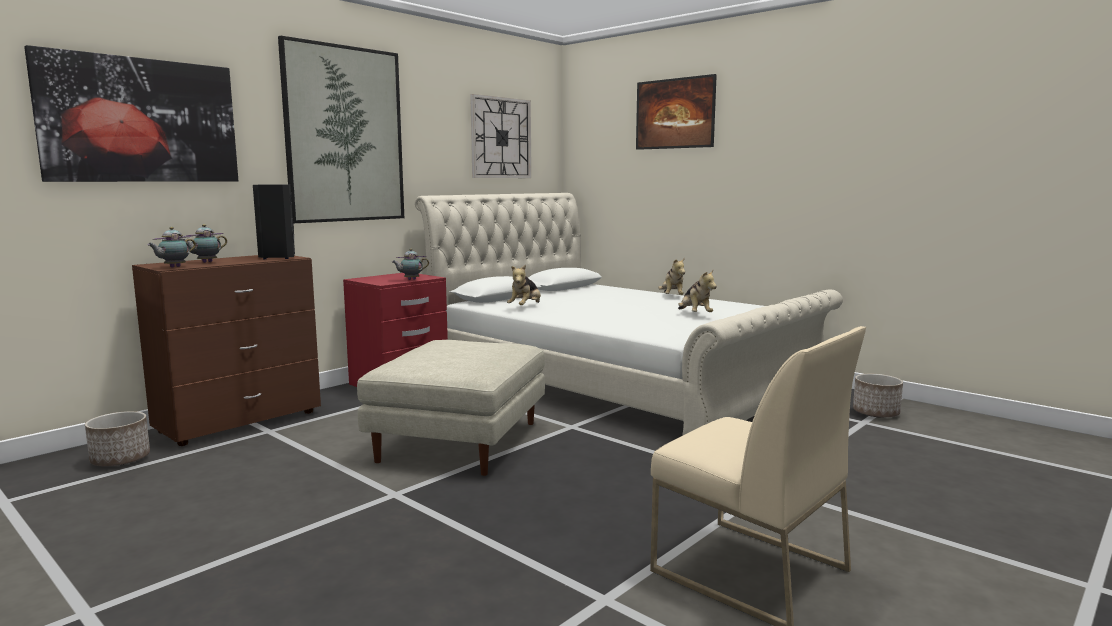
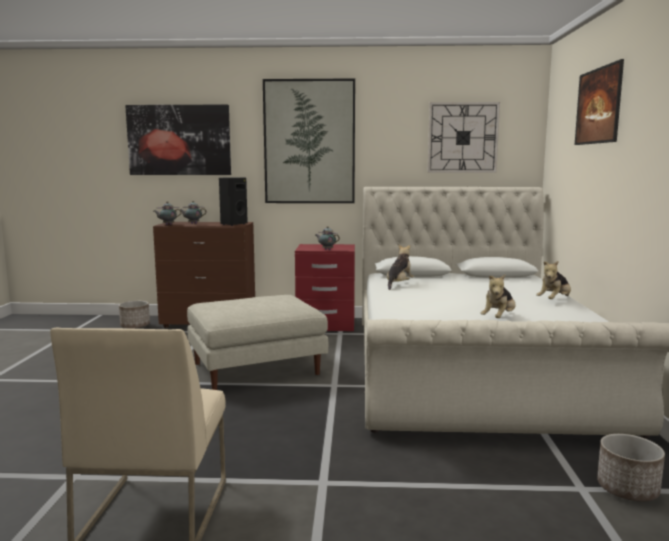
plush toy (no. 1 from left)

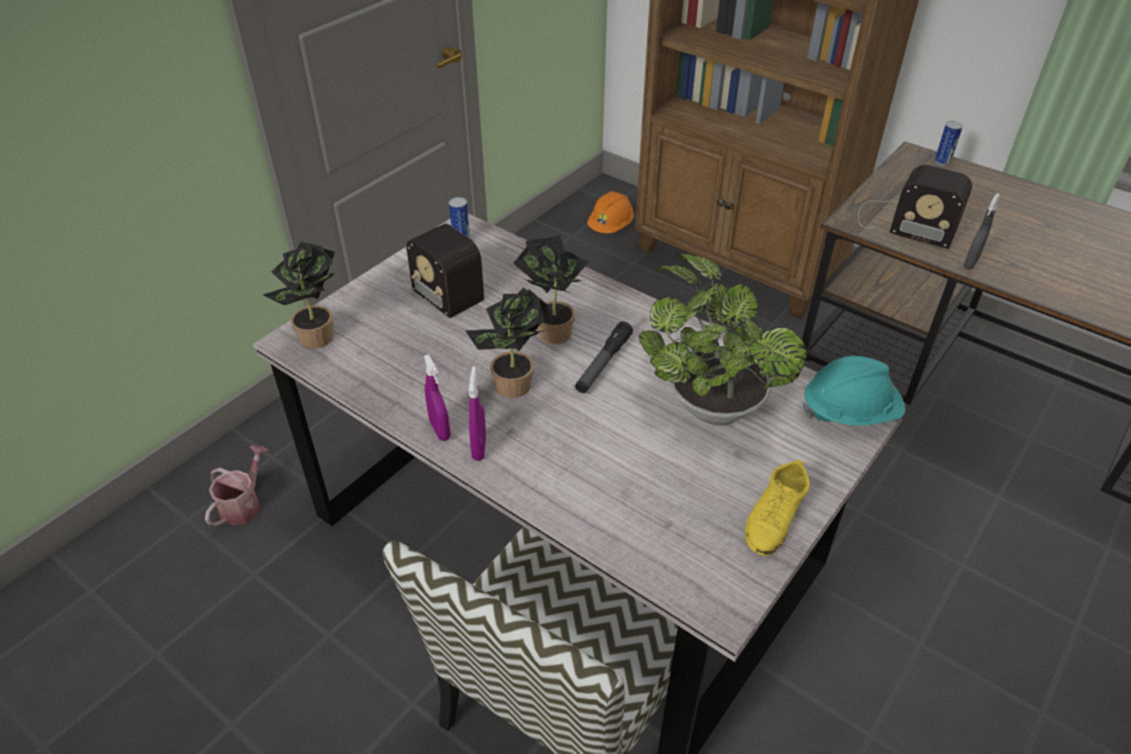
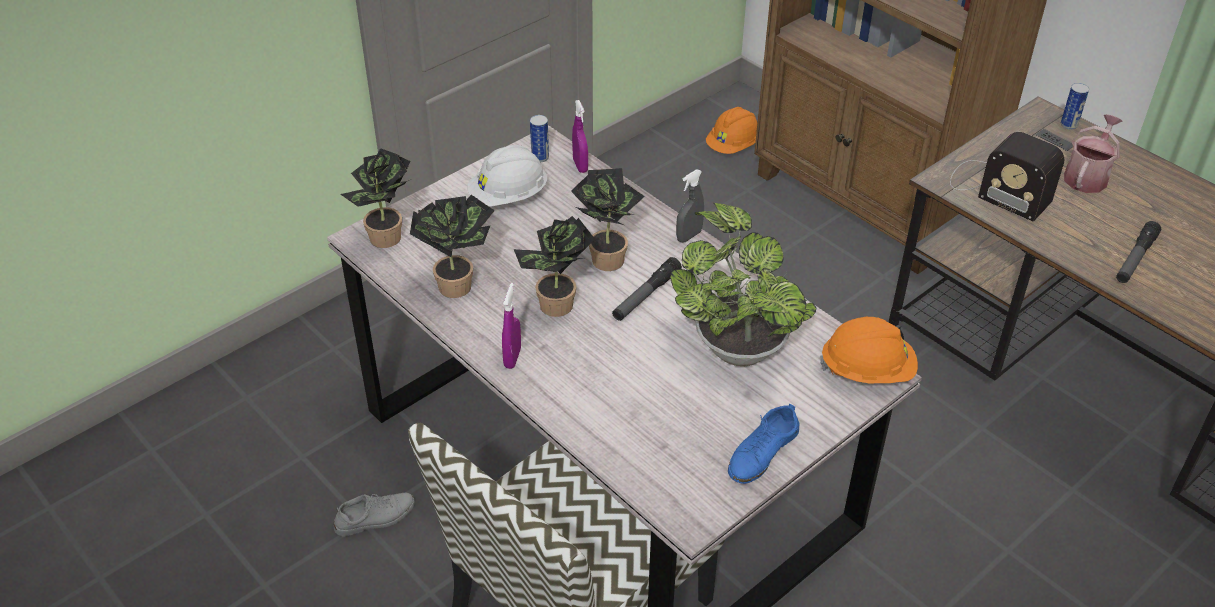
shoe (grey)
potted plant (no. 2 from left)
hard hat (white)
spray bottle (purple) (no. 2 from left)
spray bottle (grey)
shoe (blue)
hard hat (orange) (no. 2 from left)
watering can
flashlight (no. 2 from left)

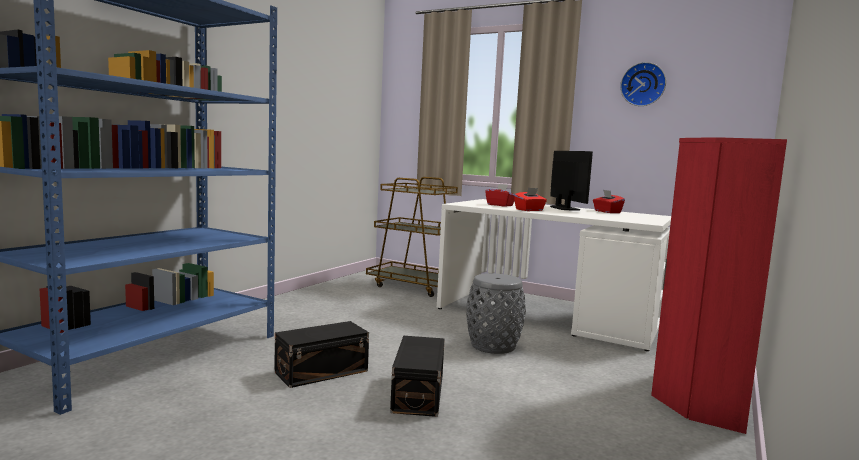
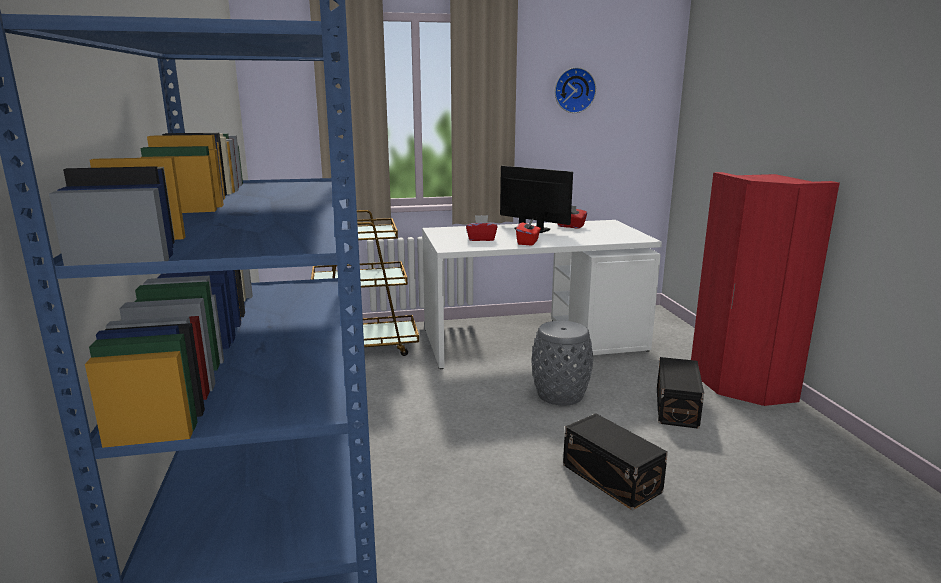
storage box (black) (no. 2 from left)

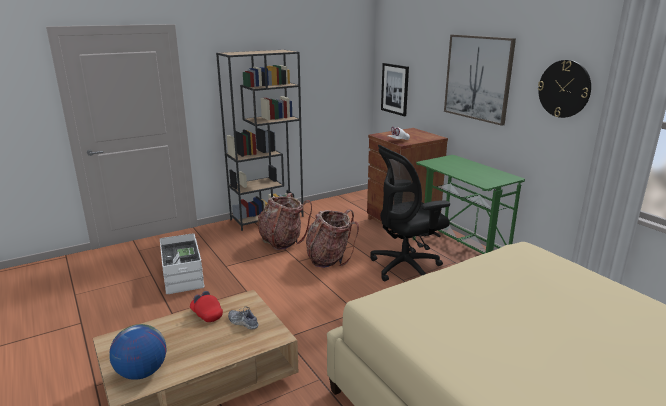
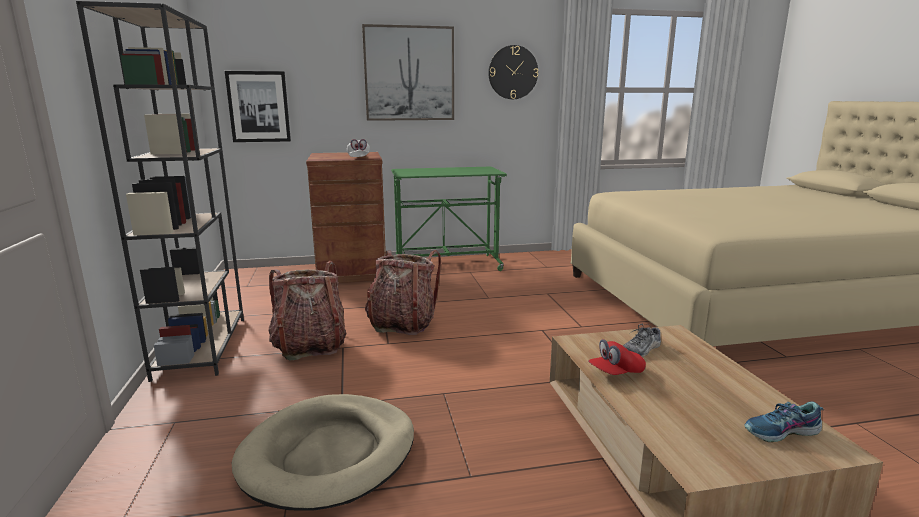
dog bed (beige)
shoe (no. 2 from left)
office chair (black)

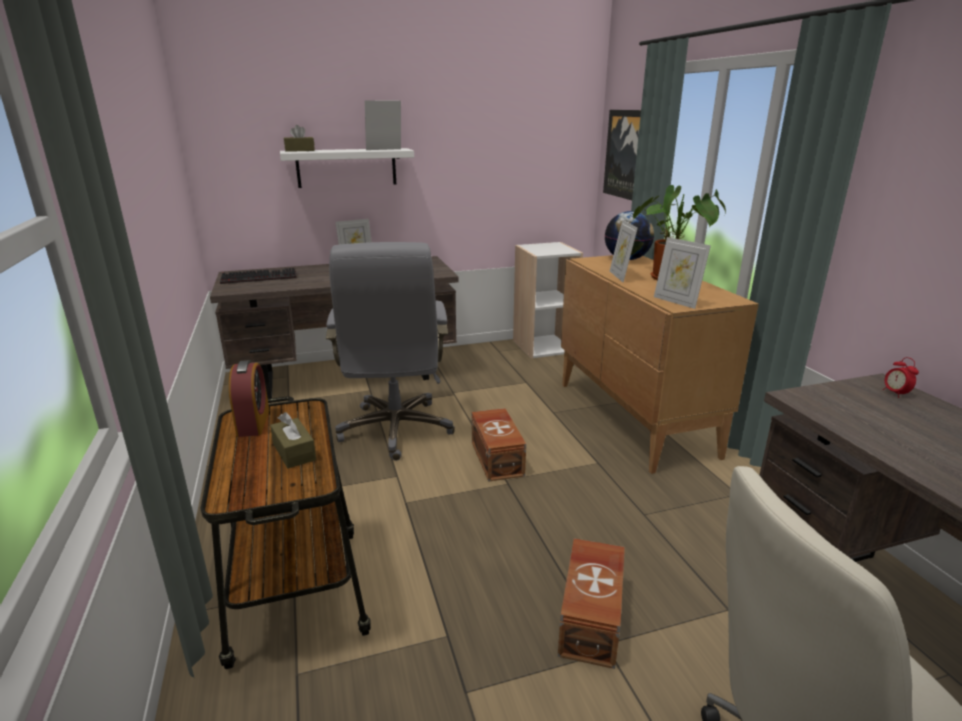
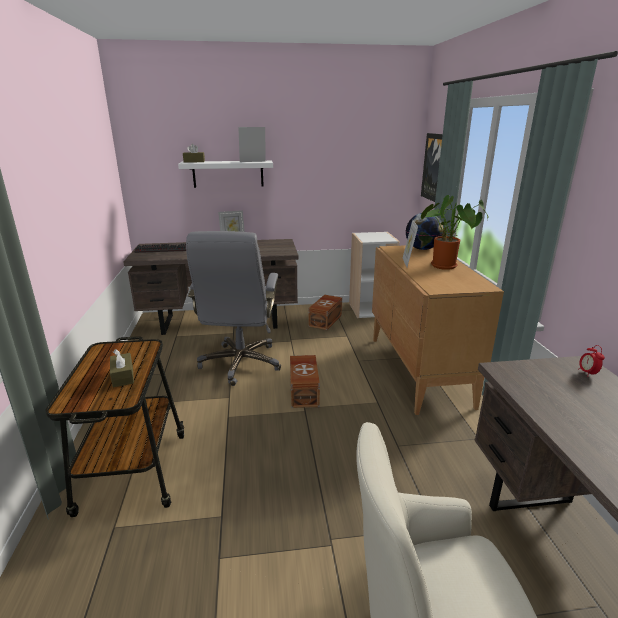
storage box (brown) (no. 2 from left)
alarm clock (no. 1 from left in the first image)
picture frame (no. 4 from left in the first image)

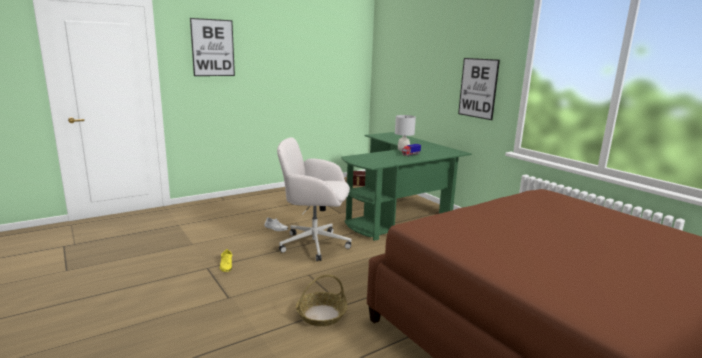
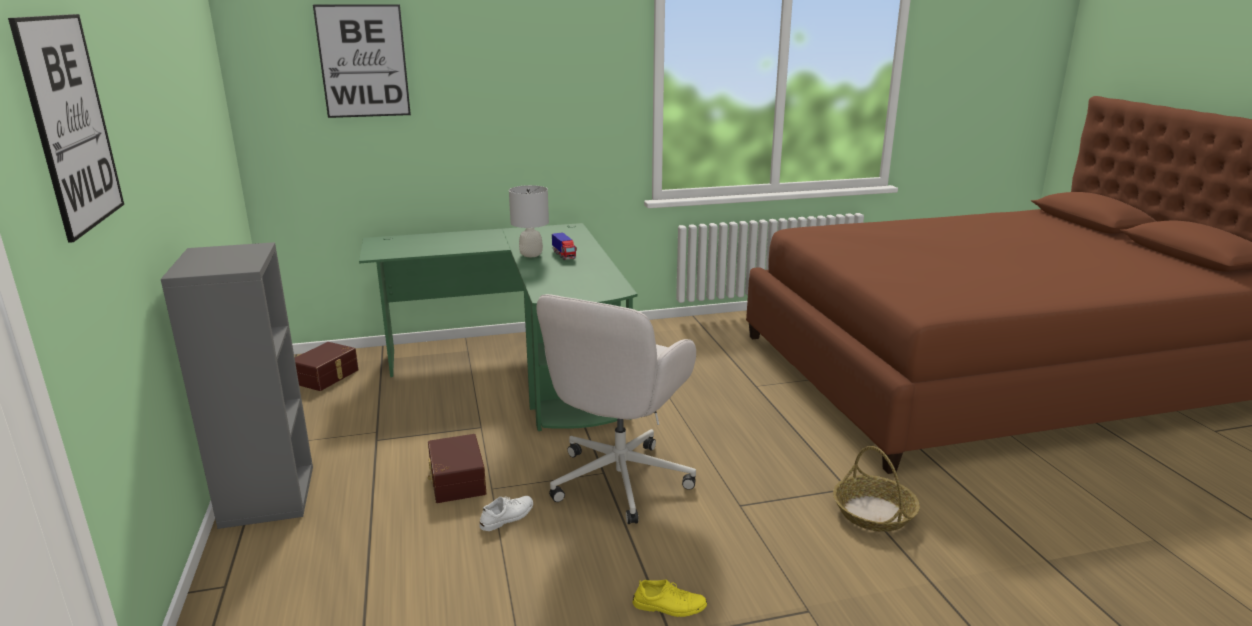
bookcase (grey)
picture (no. 2 from left)
storage box (brown) (no. 2 from left)

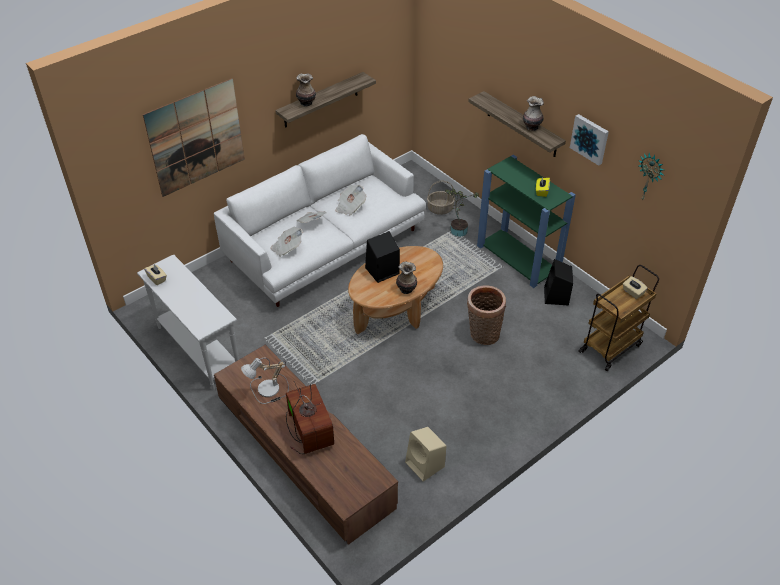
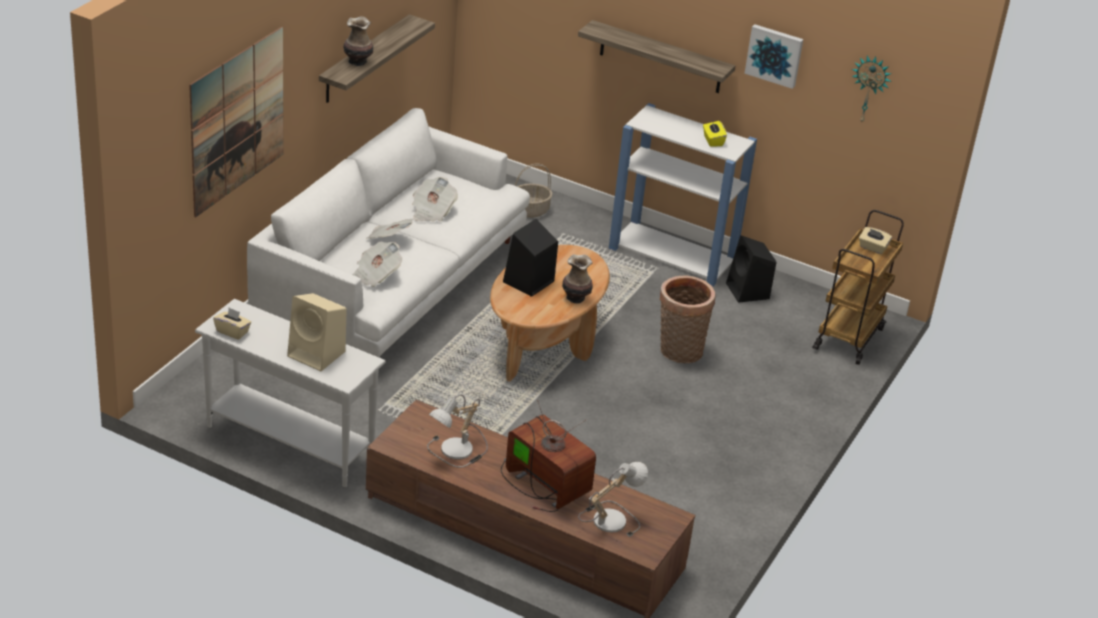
speaker (beige)
table lamp (no. 2 from left)
bookcase (white)
potted plant
vase (no. 3 from left in the first image)

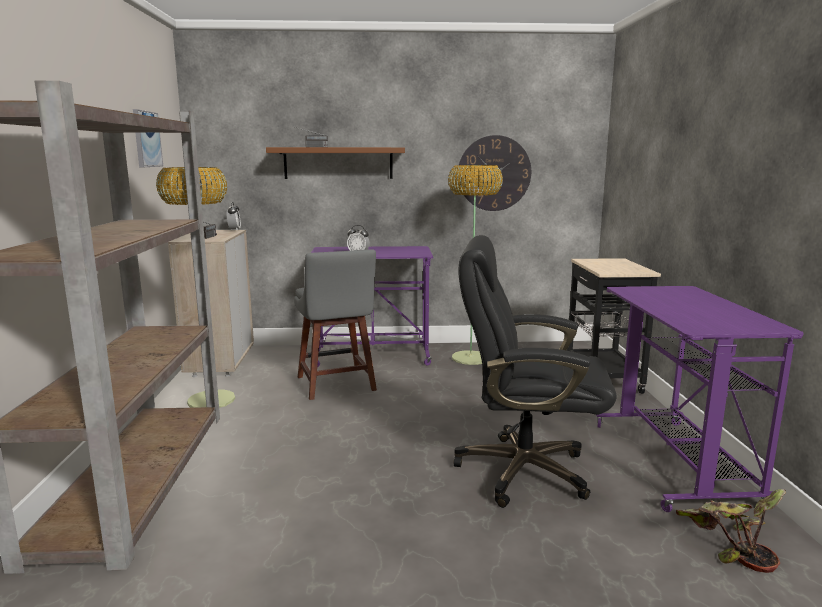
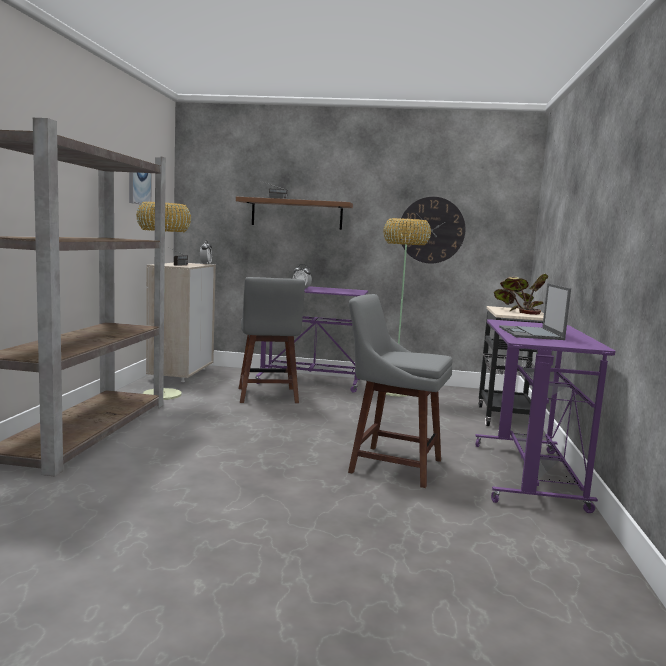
stool (grey) (no. 2 from left)
potted plant
laptop

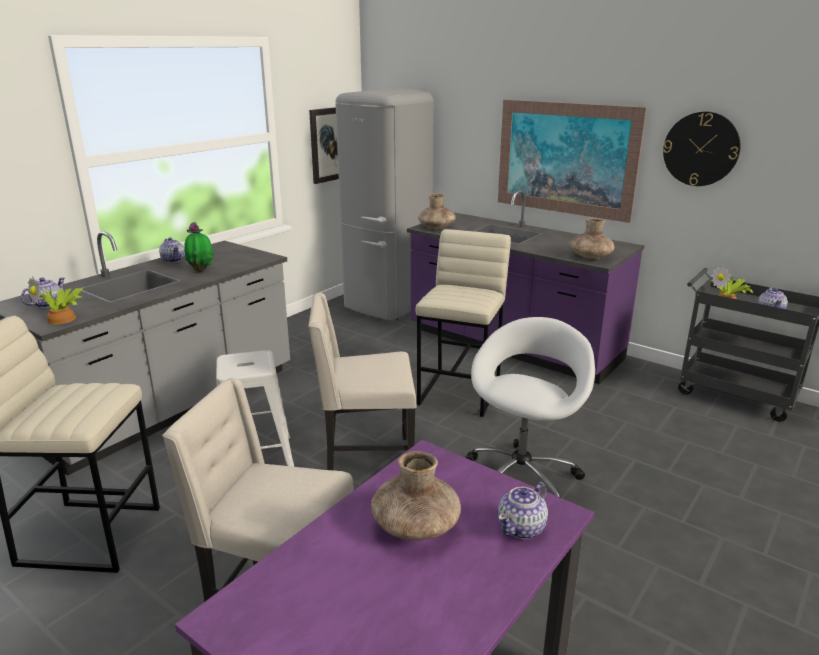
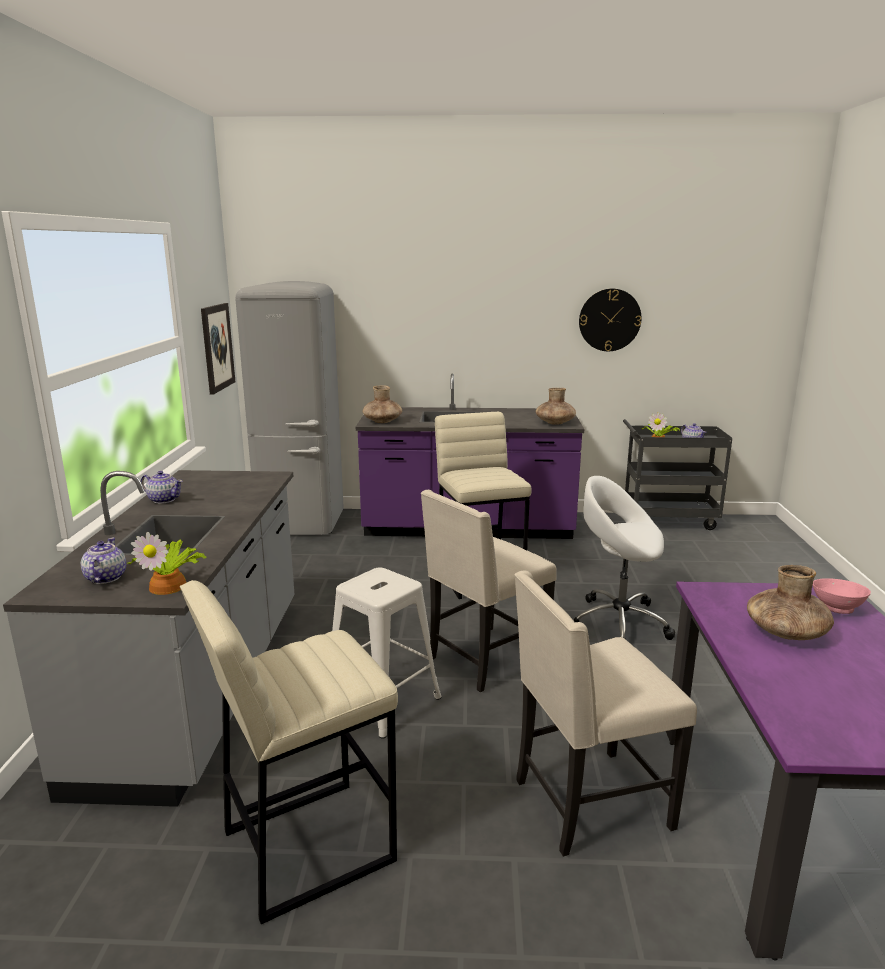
office chair (white)
bowl (pink)
potted plant (no. 2 from left in the first image)
picture (no. 2 from left in the first image)

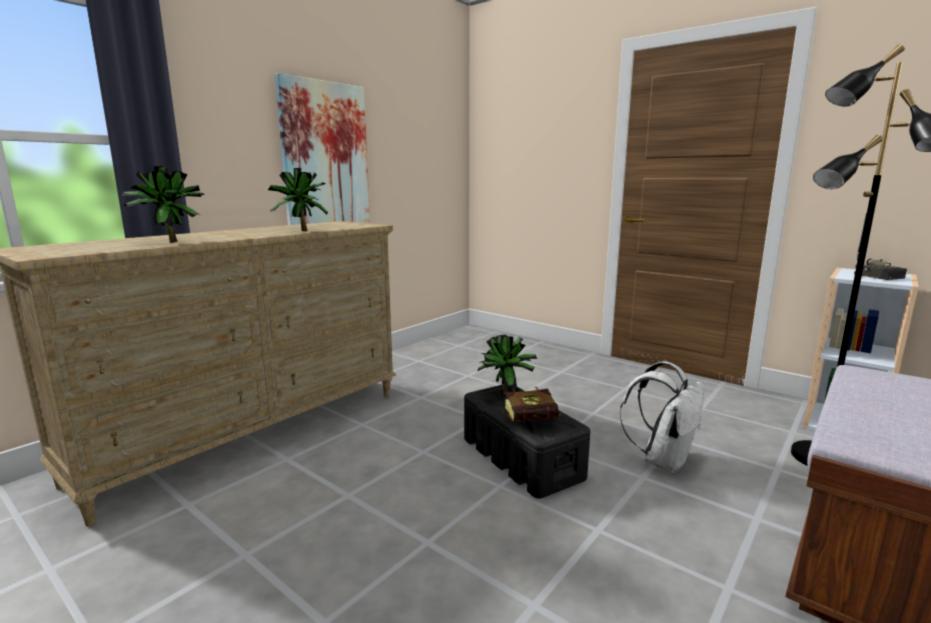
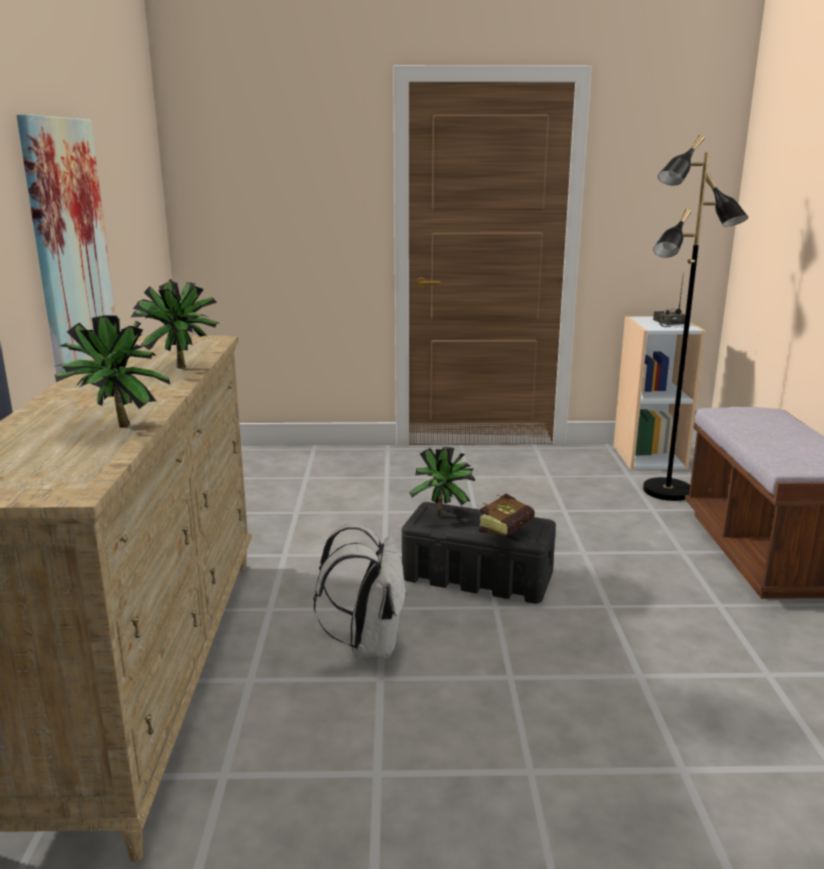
backpack (white)
radio

